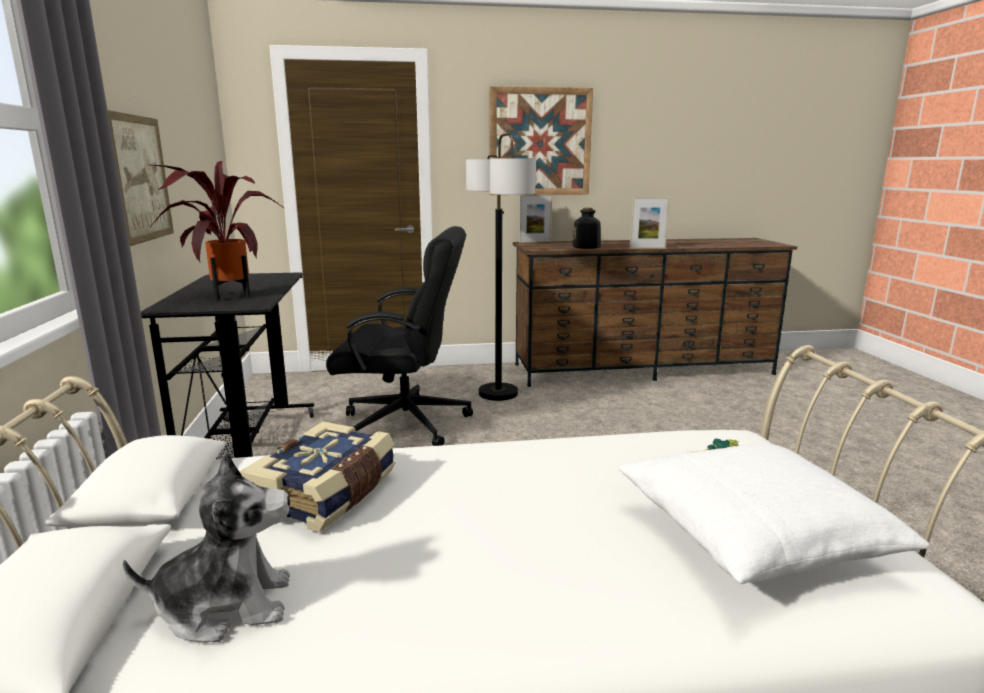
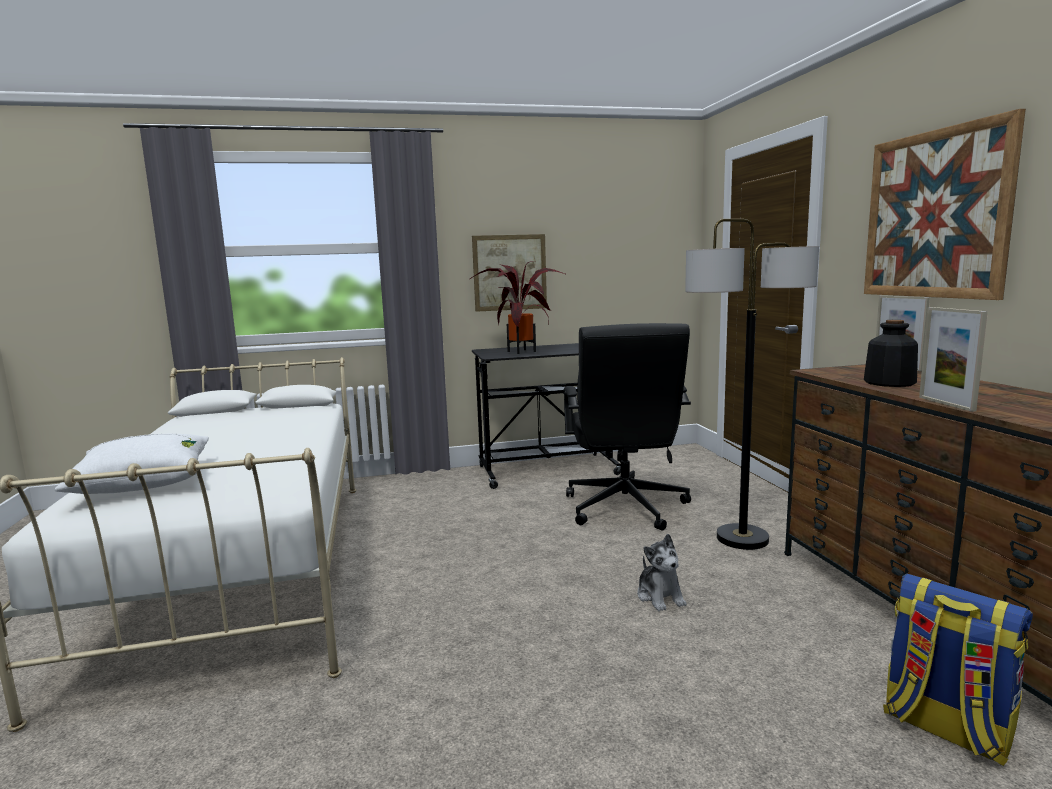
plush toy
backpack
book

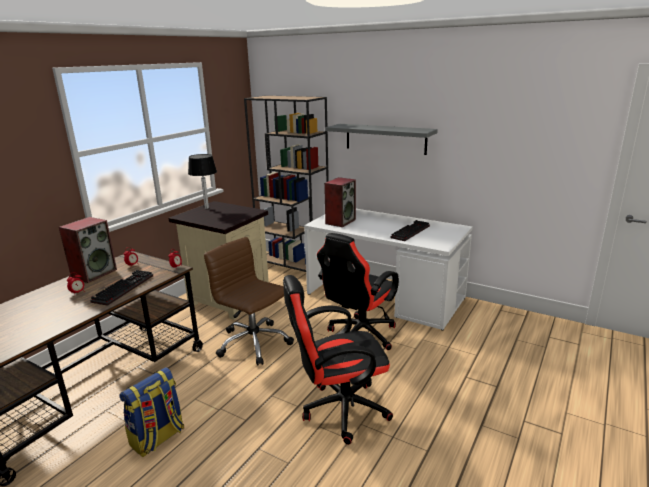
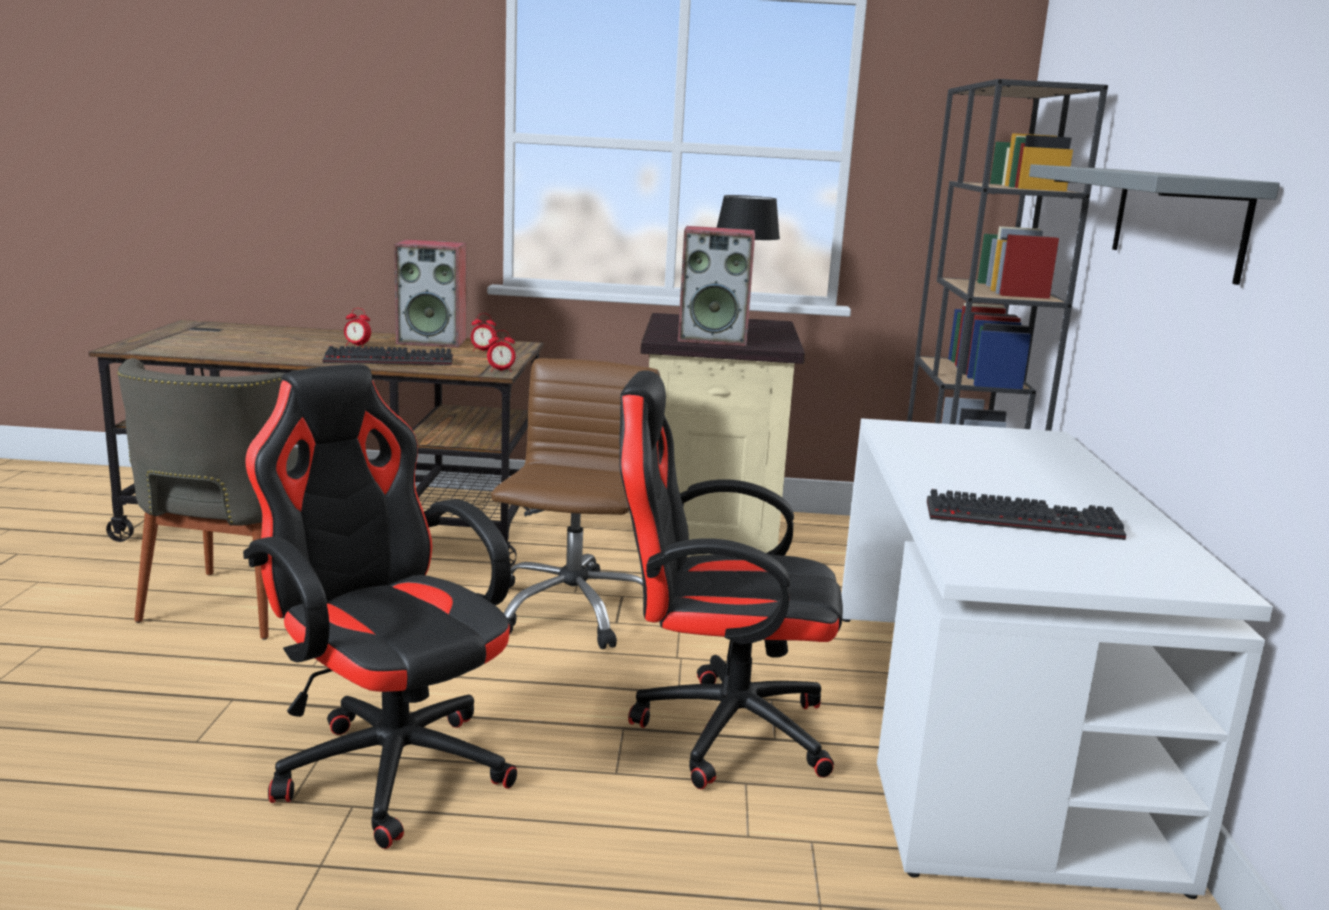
chair (grey)
speaker (no. 2 from left)

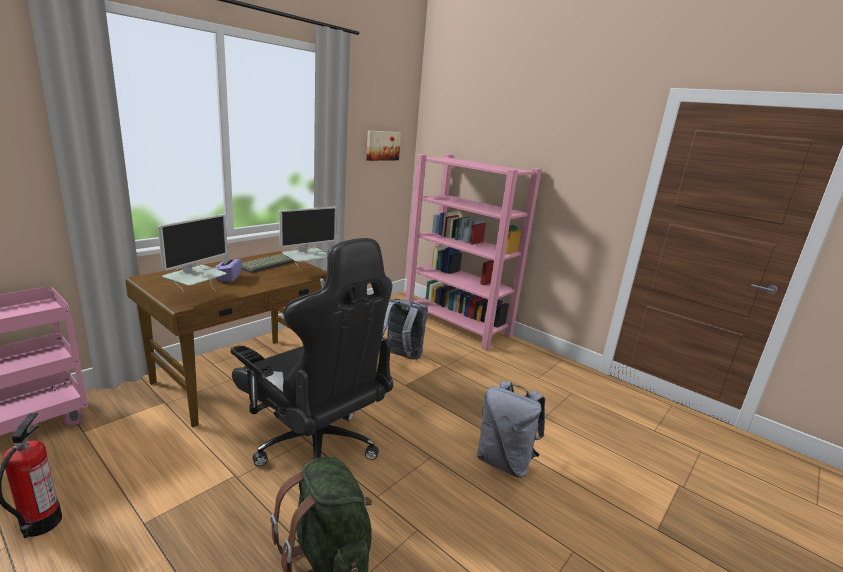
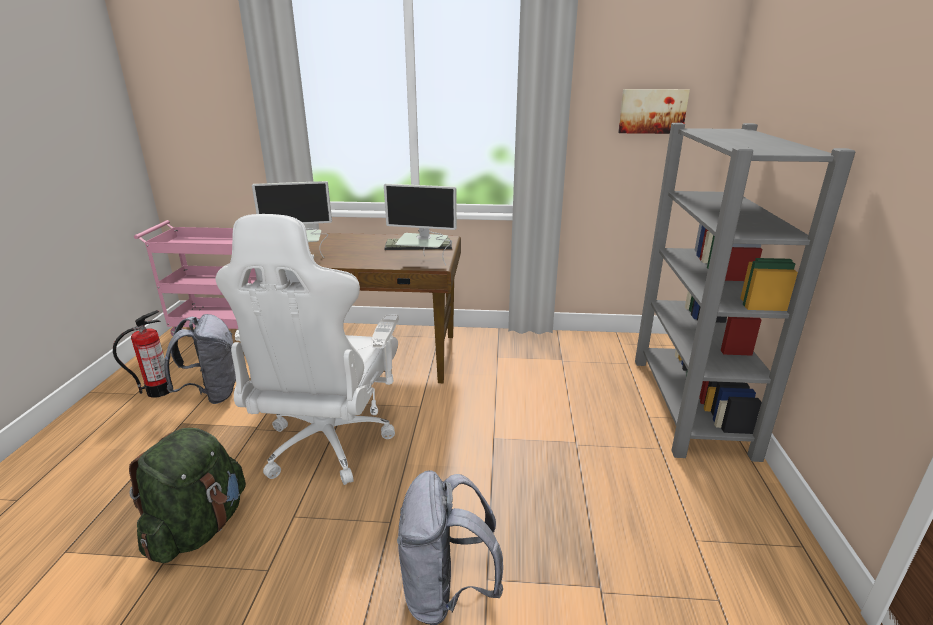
backpack (grey) (no. 1 from left)
office chair (white)
bookcase (grey)
tissue box (purple)

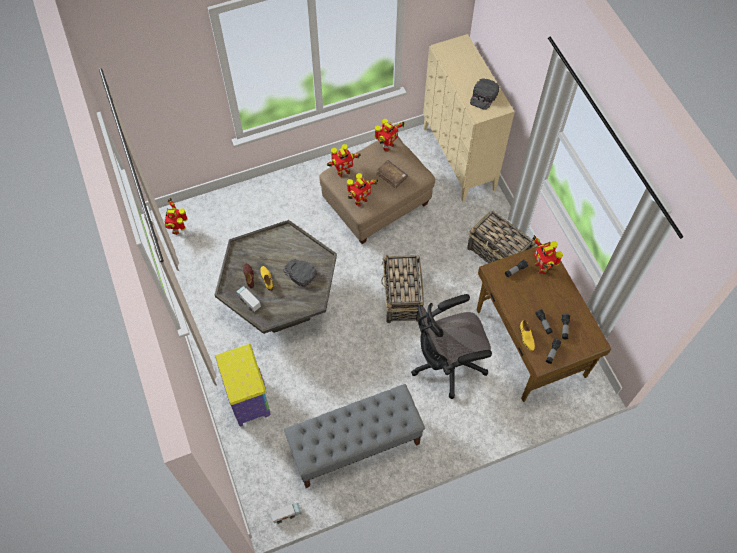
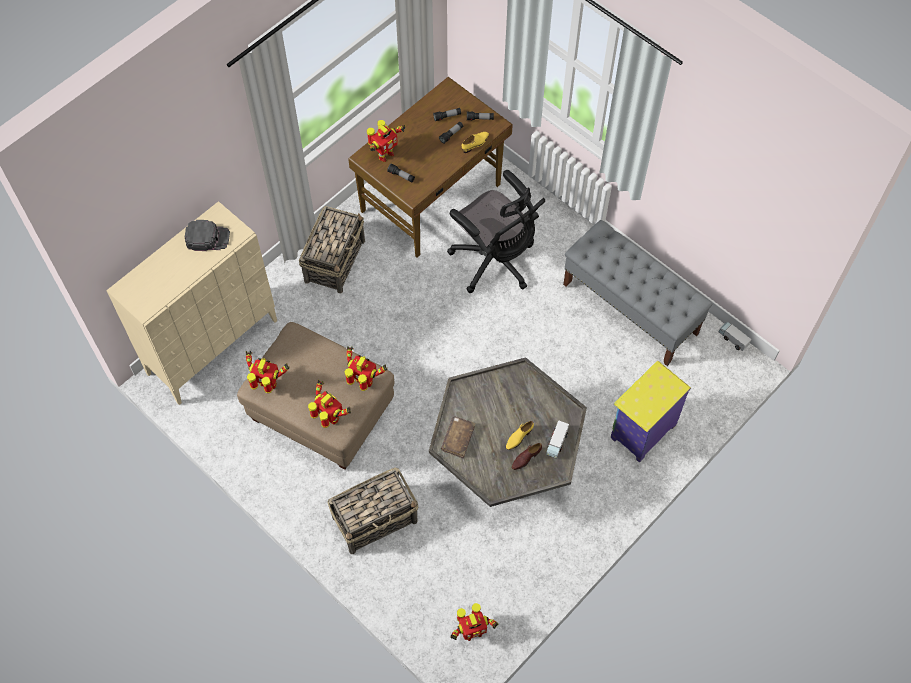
basket (no. 2 from left)
book (brown)
cap (black) (no. 1 from left in the first image)

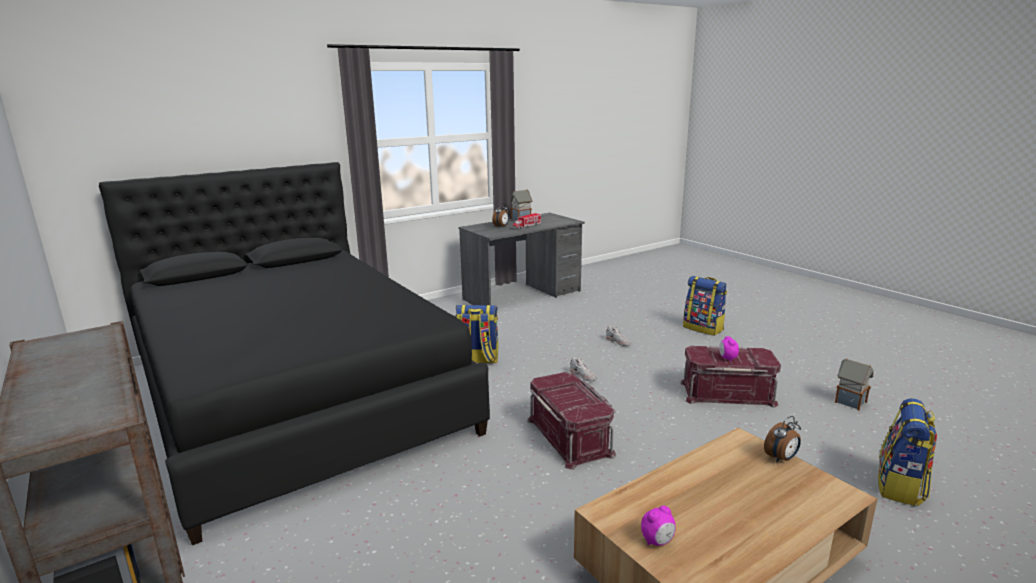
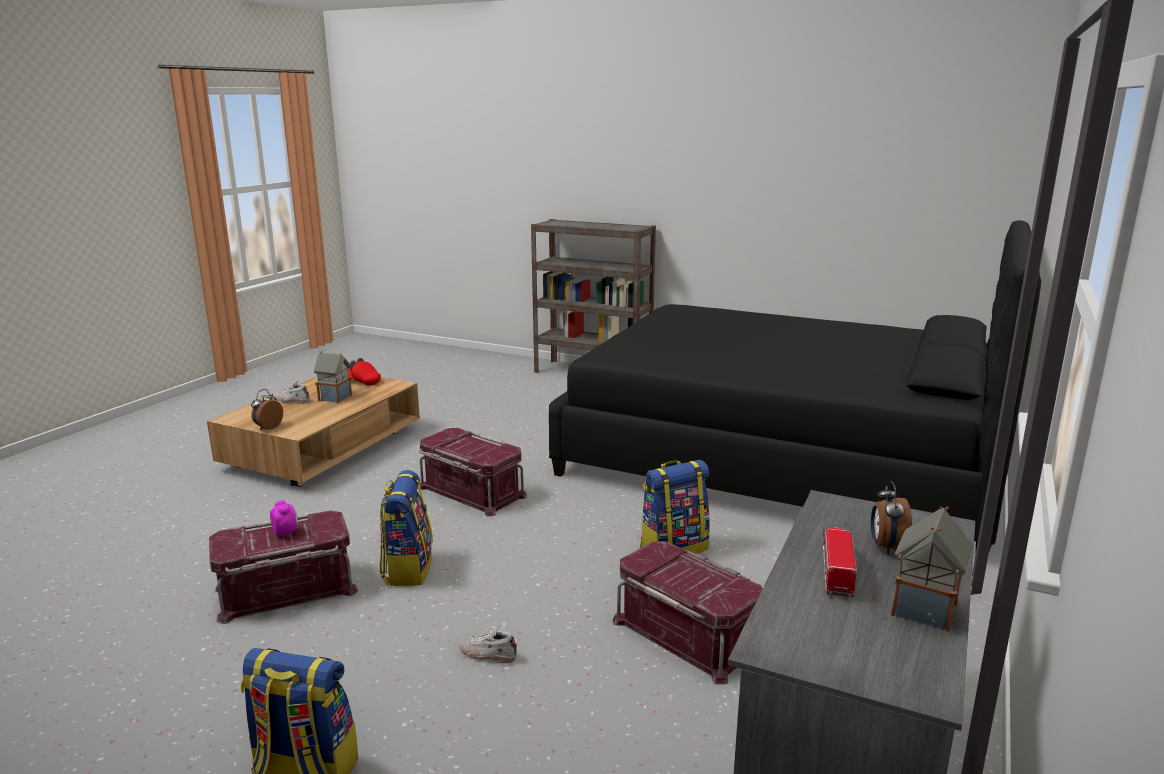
shoe (white) (no. 1 from left)
toy house (no. 1 from left)
cap (red)
backpack (no. 2 from left)
storage box (red) (no. 3 from left)

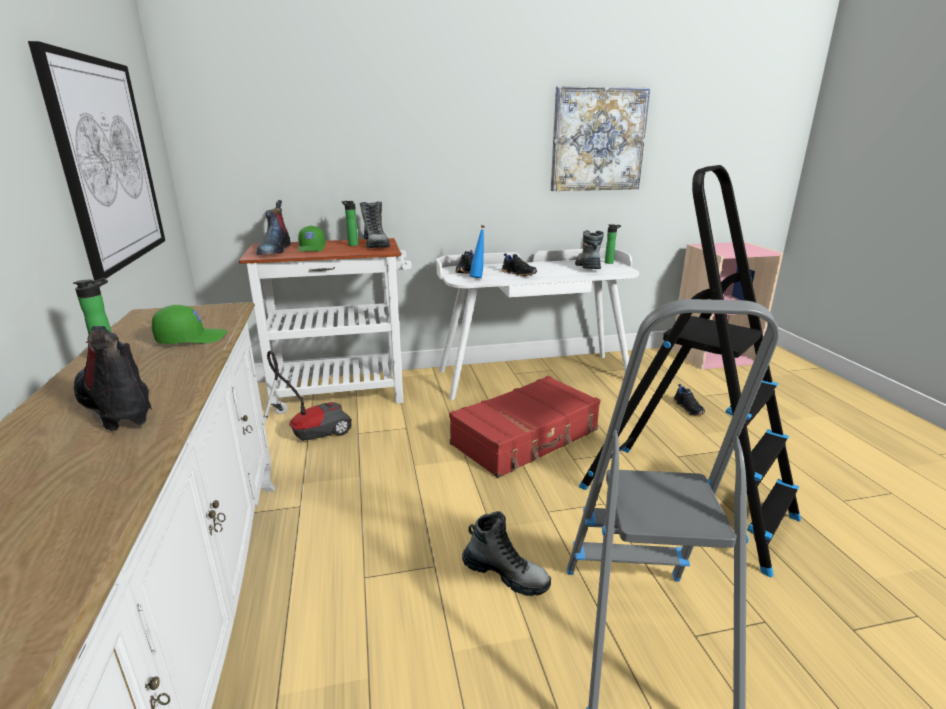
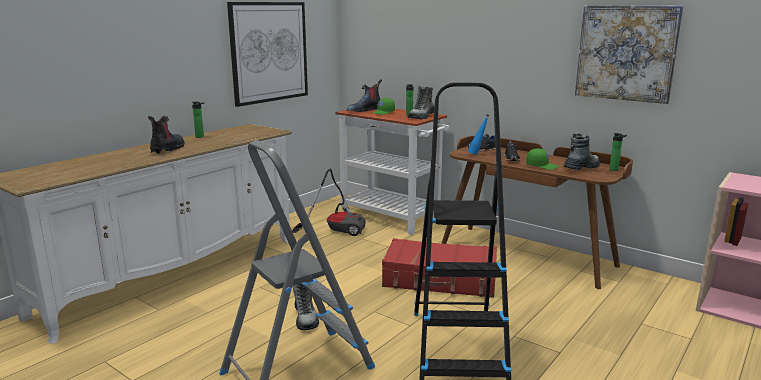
desk (brown)
cap (green) (no. 2 from left)
shoe (black) (no. 3 from left in the first image)

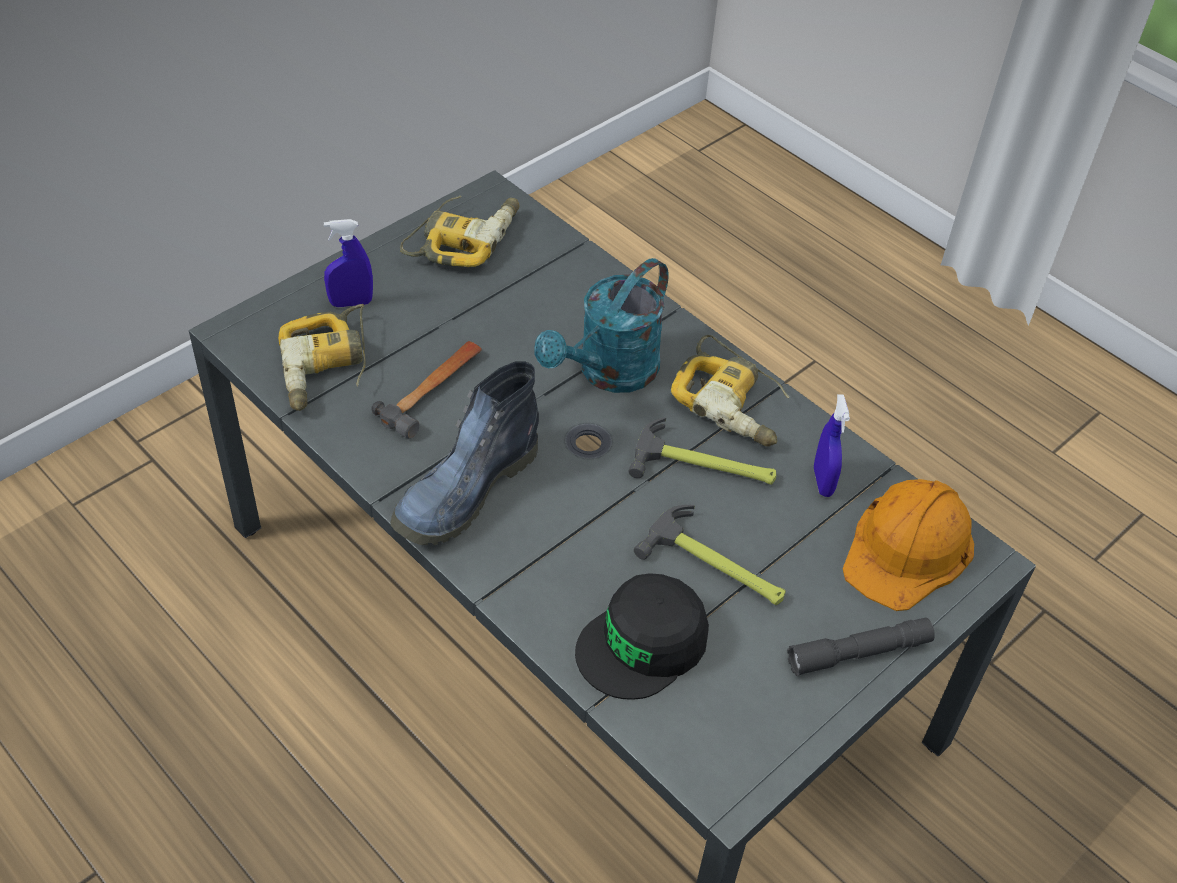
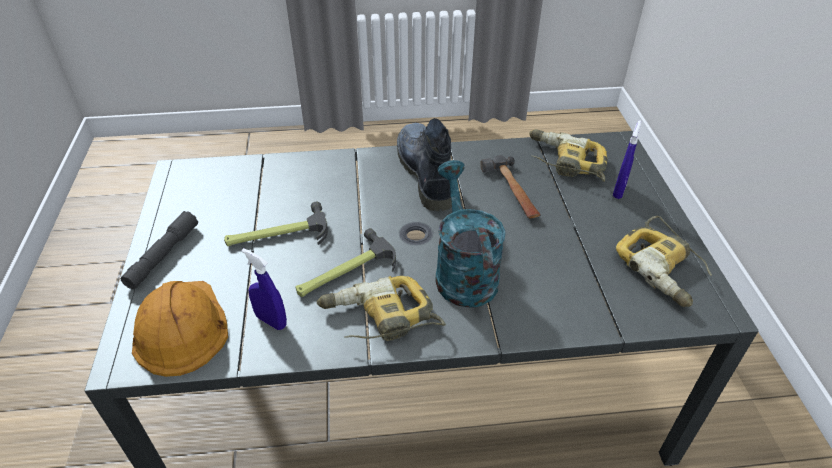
cap (black)

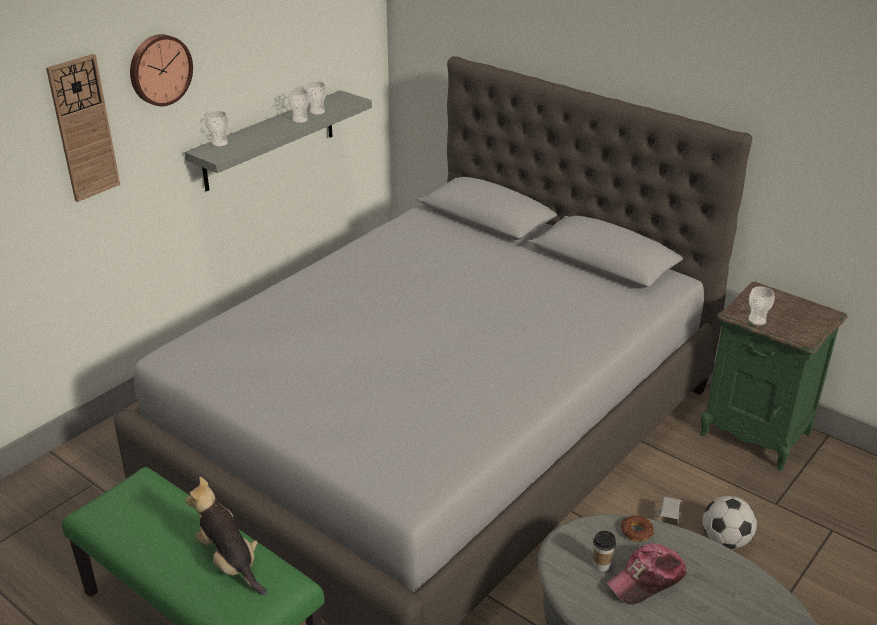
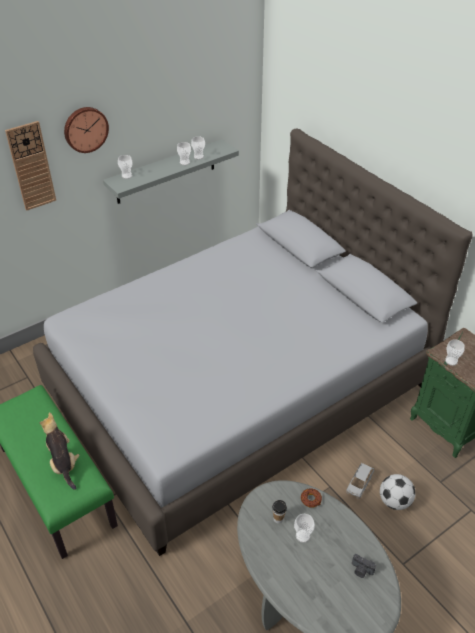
cup (no. 5 from left)
photo camera

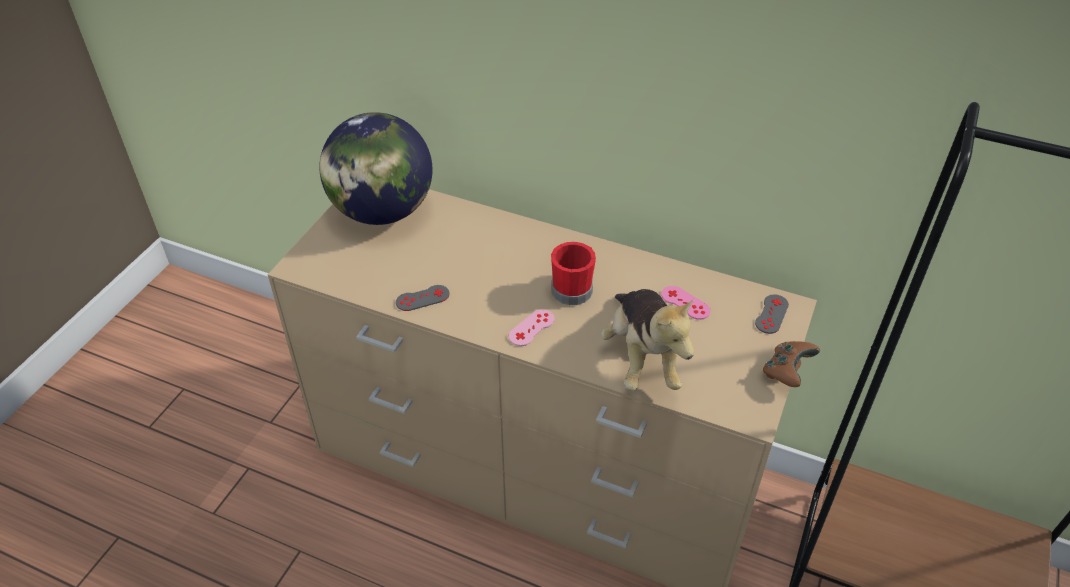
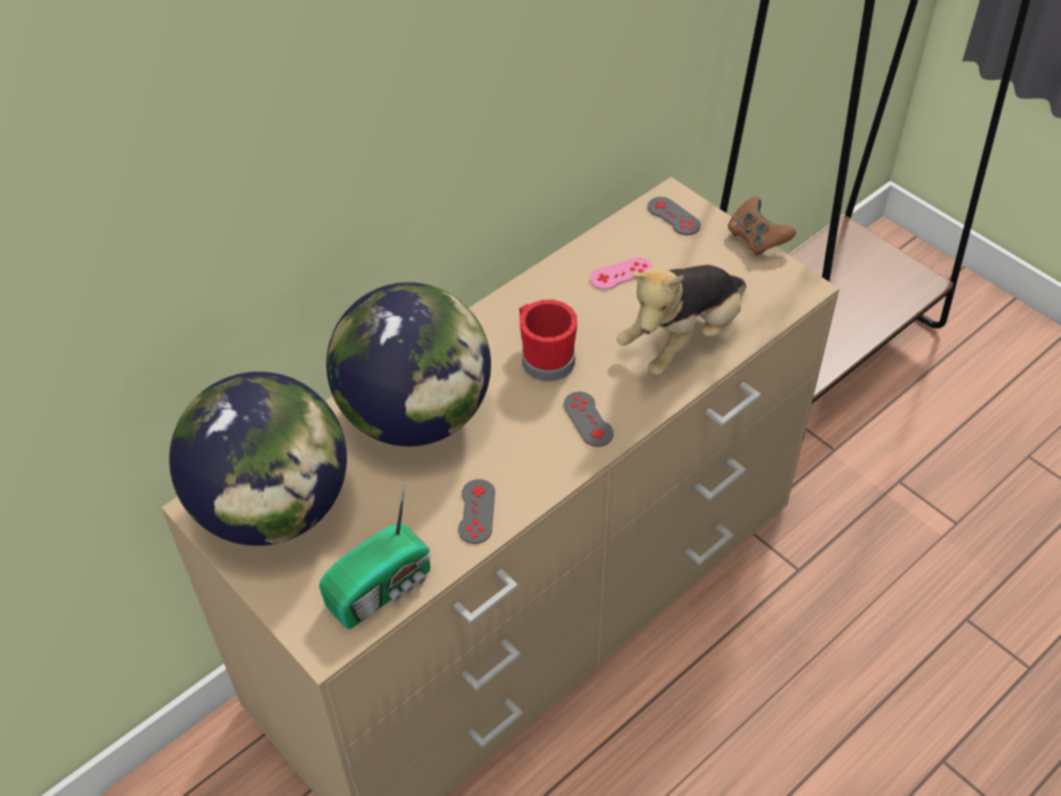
radio
globe (no. 2 from left)
game controller (grey) (no. 2 from left)
plush toy

